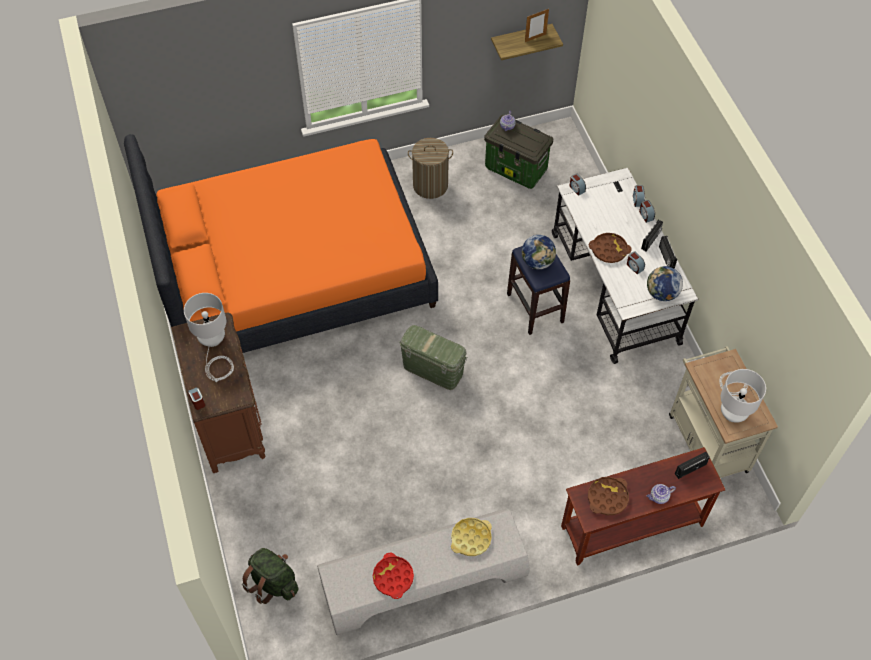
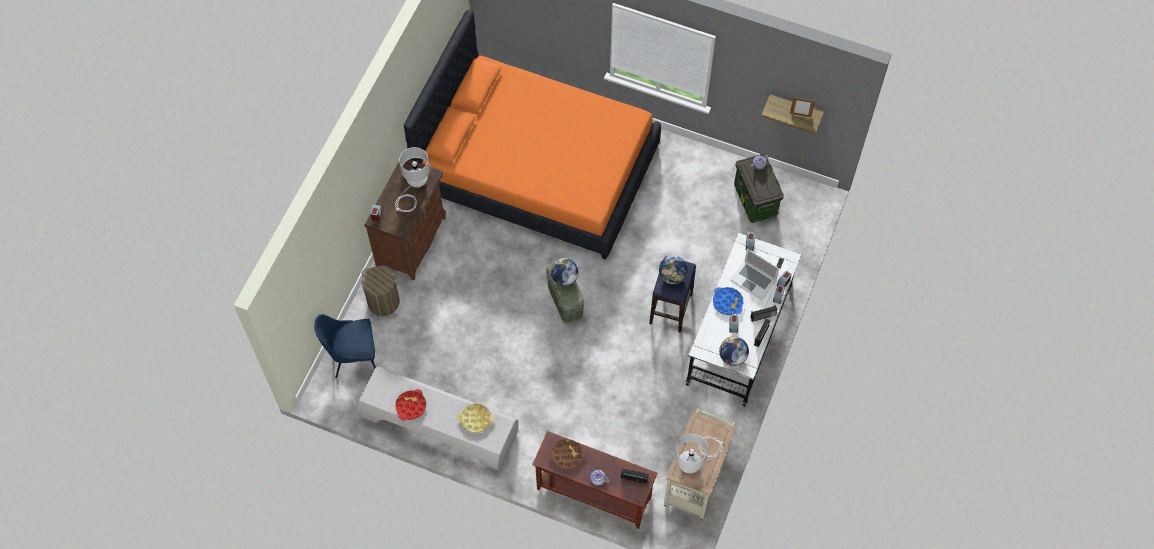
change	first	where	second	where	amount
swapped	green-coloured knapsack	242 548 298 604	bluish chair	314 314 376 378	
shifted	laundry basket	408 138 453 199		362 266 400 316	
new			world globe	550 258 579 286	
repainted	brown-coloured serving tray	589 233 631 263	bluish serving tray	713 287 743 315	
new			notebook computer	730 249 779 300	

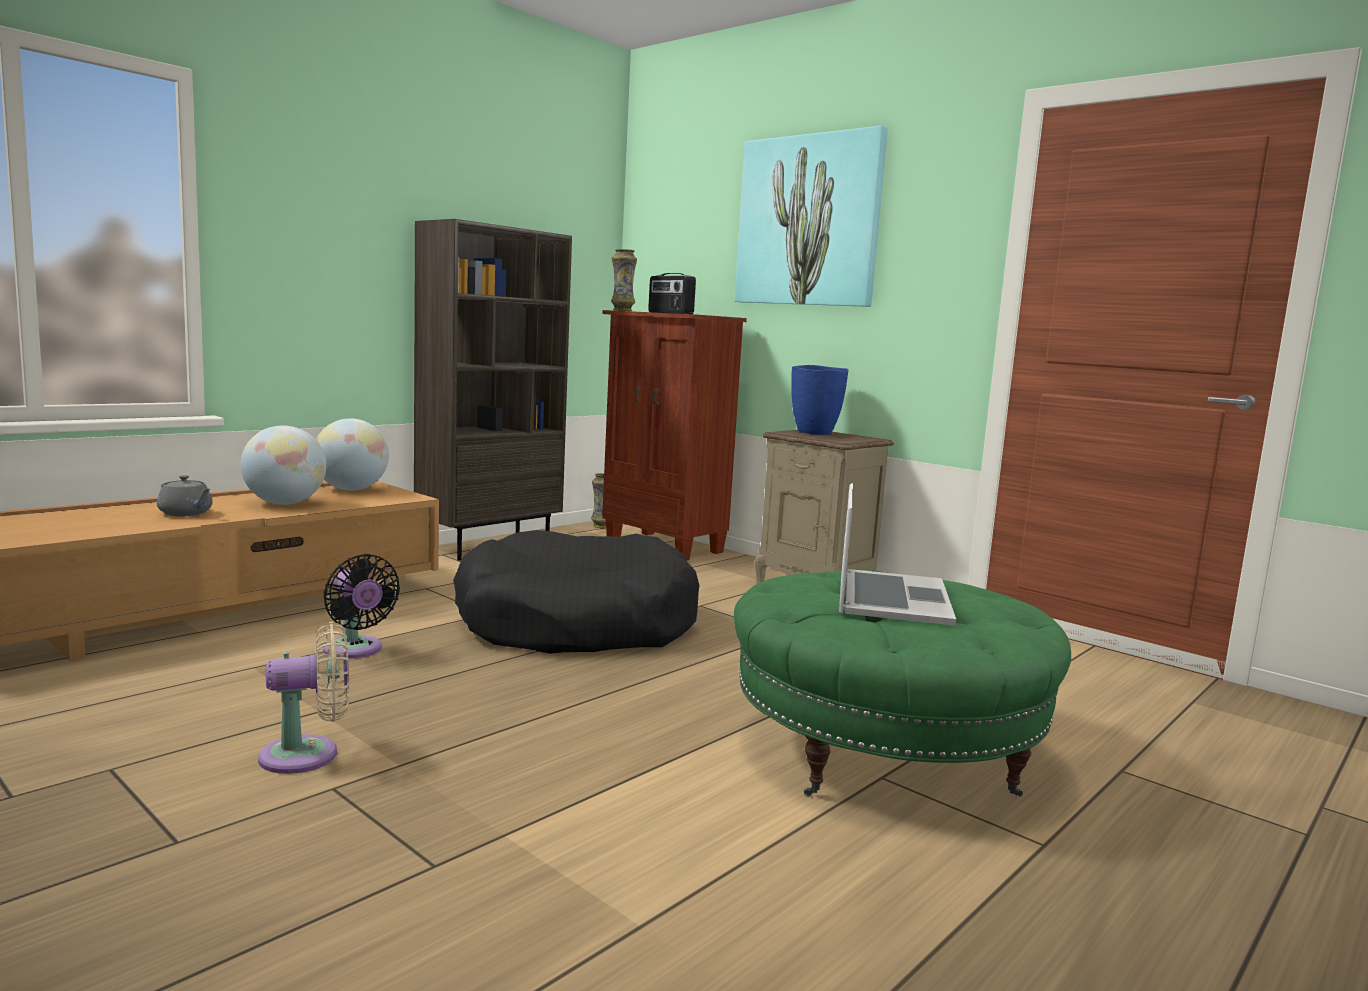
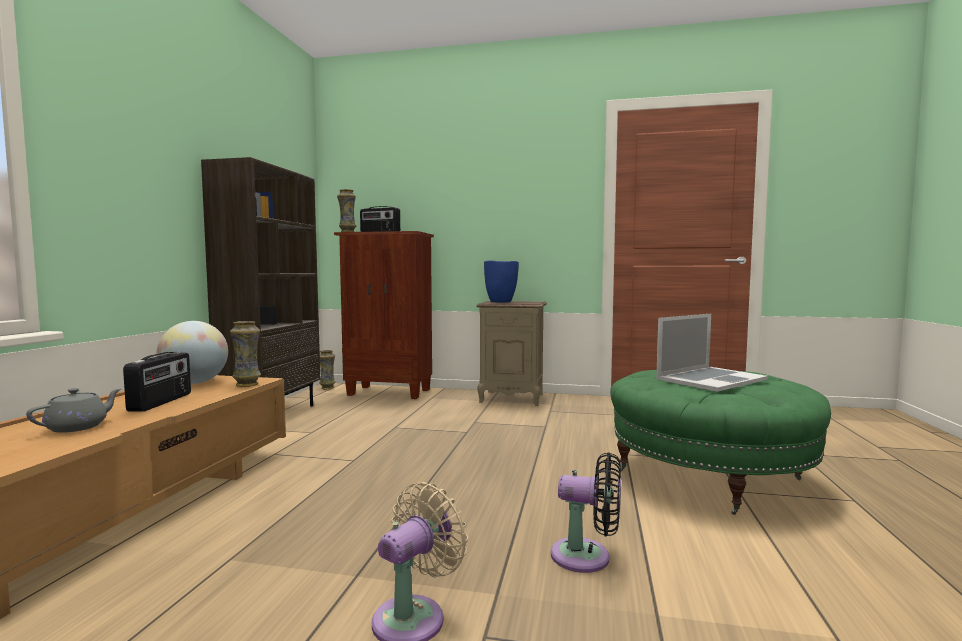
change	first	where	second	where	amount
rotated	greyish pot for tea	157 475 213 516		26 388 122 433	60 degrees counterclockwise
swapped	world globe	241 426 326 505	radio set	123 351 191 412	
new			decorative vase	230 321 261 387	
shifted	black-coloured electric fan	323 554 400 659		551 452 621 573	
rotated	notebook computer	839 483 956 625		656 314 768 392	75 degrees clockwise
gone	black-coloured dog bed	453 530 699 654			
gone	wall art	734 126 888 307			

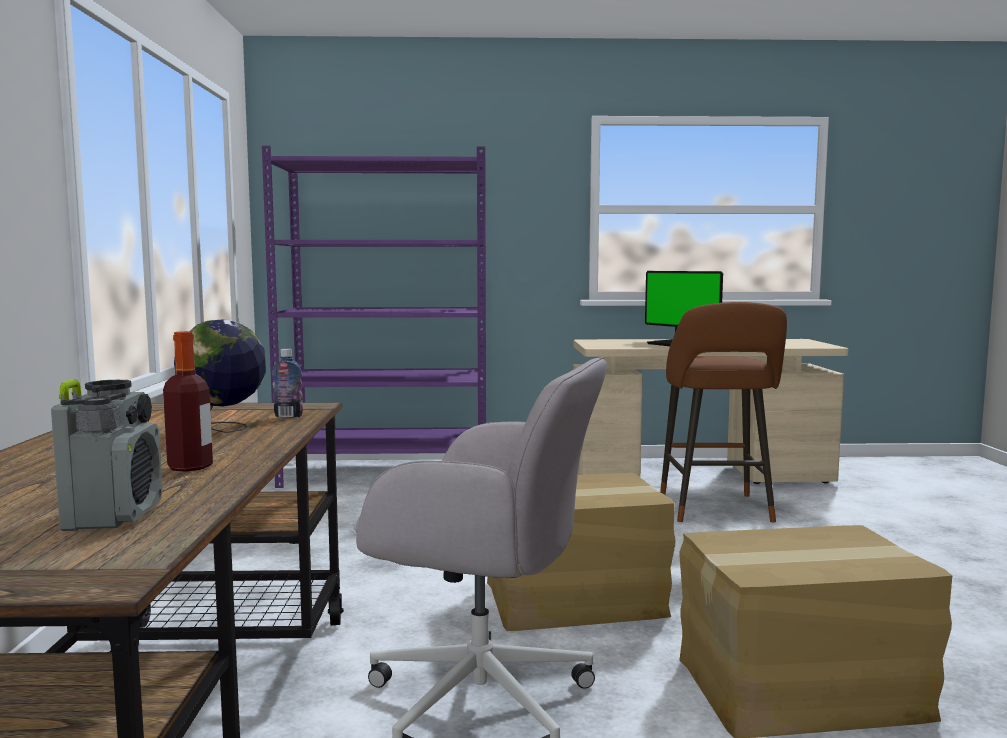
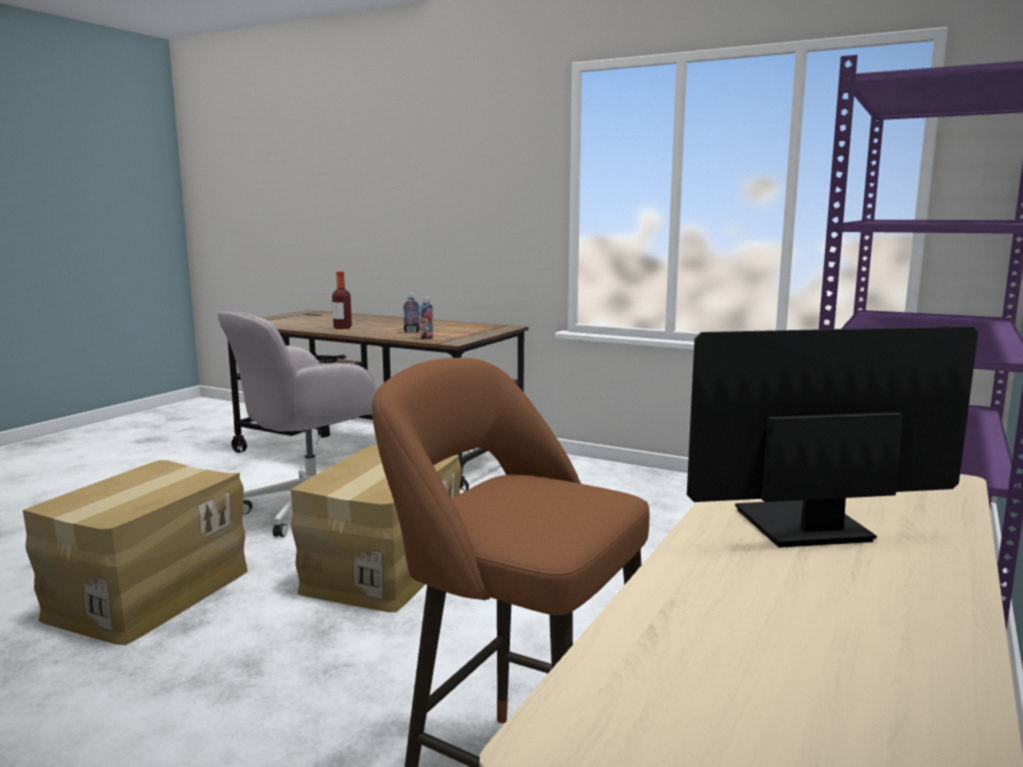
change	first	where	second	where	amount
swapped	world globe	174 319 266 433	beverage bottle	403 293 420 333	
gone	radio set	51 379 163 531			

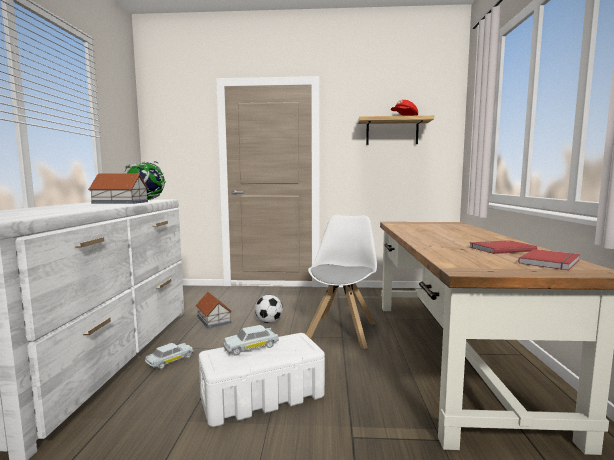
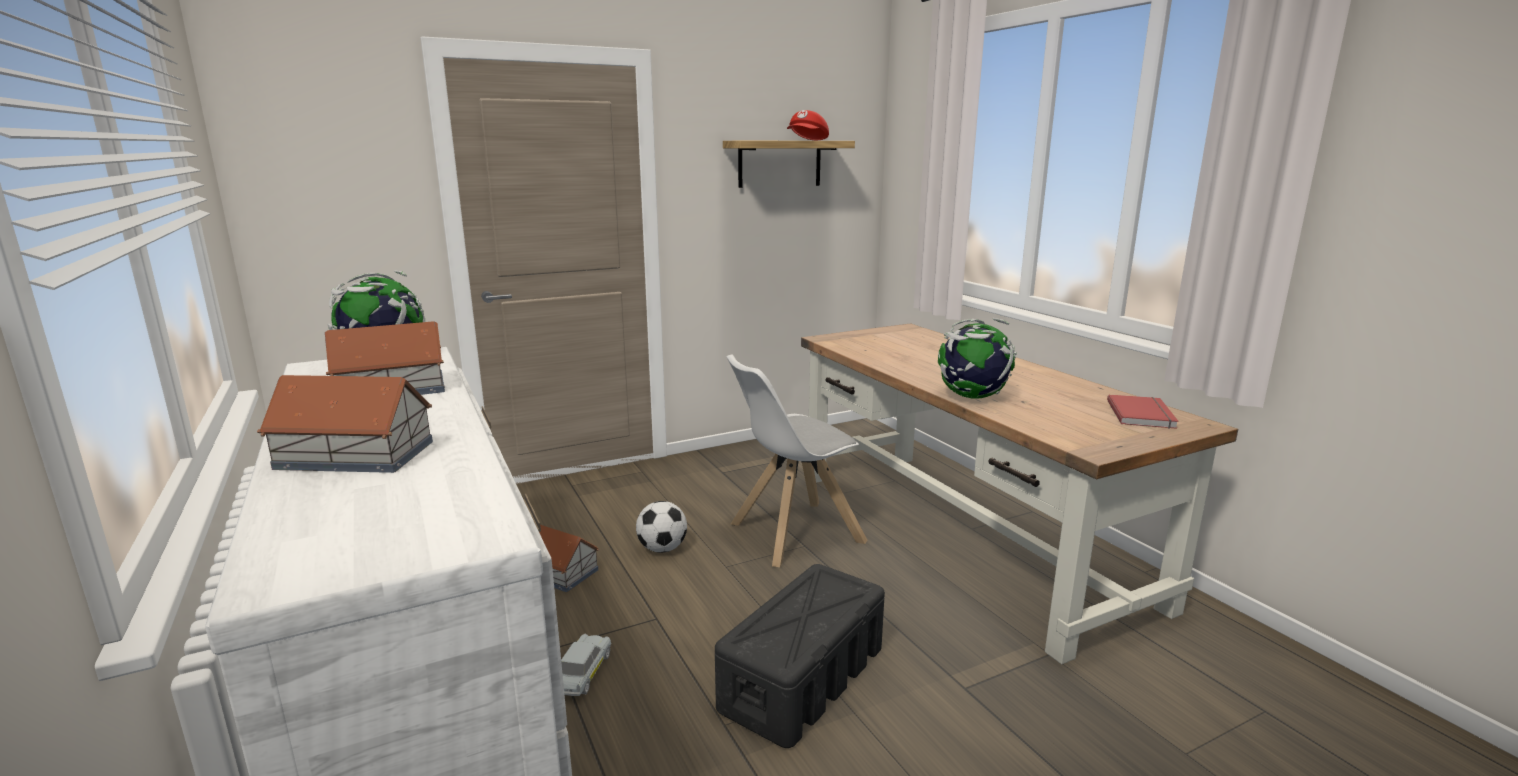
change	first	where	second	where	amount
new			miniature house	257 375 433 473	
repainted	white storage box	199 333 325 427	black-coloured storage box	715 564 885 748	
rotated	chair	306 215 377 349		726 355 868 567	105 degrees counterclockwise
new			world globe	938 318 1017 399	
gone	white model car	223 325 279 356			
gone	red-coloured volume	469 240 537 254			

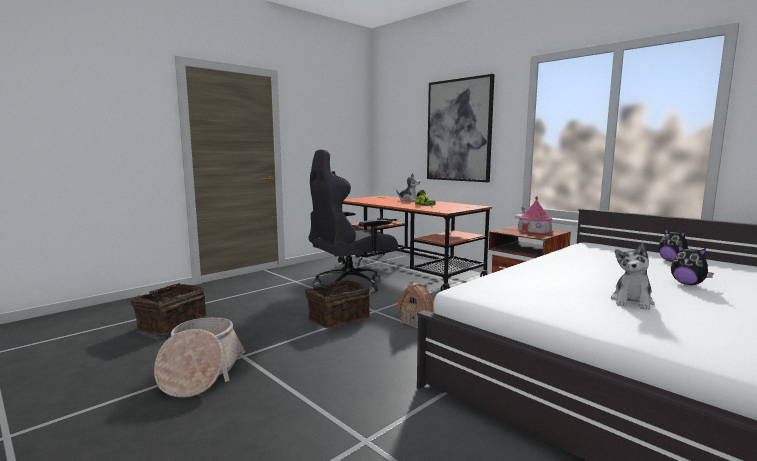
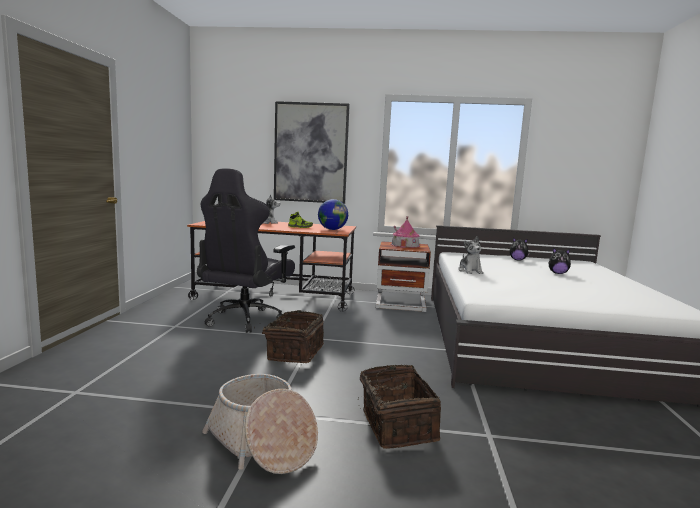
change	first	where	second	where	amount
new			world globe	318 199 348 230	
shifted	household basket	130 283 207 335		357 365 441 449	
shifted	soft toy	611 244 655 310		458 236 484 274	
gone	miniature house	397 281 434 326			

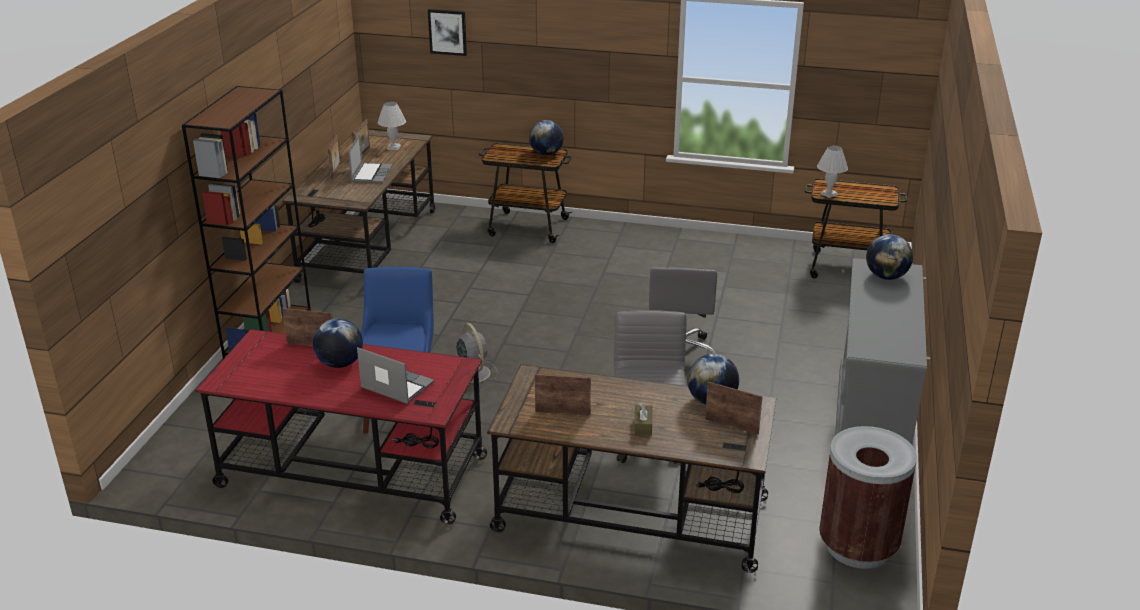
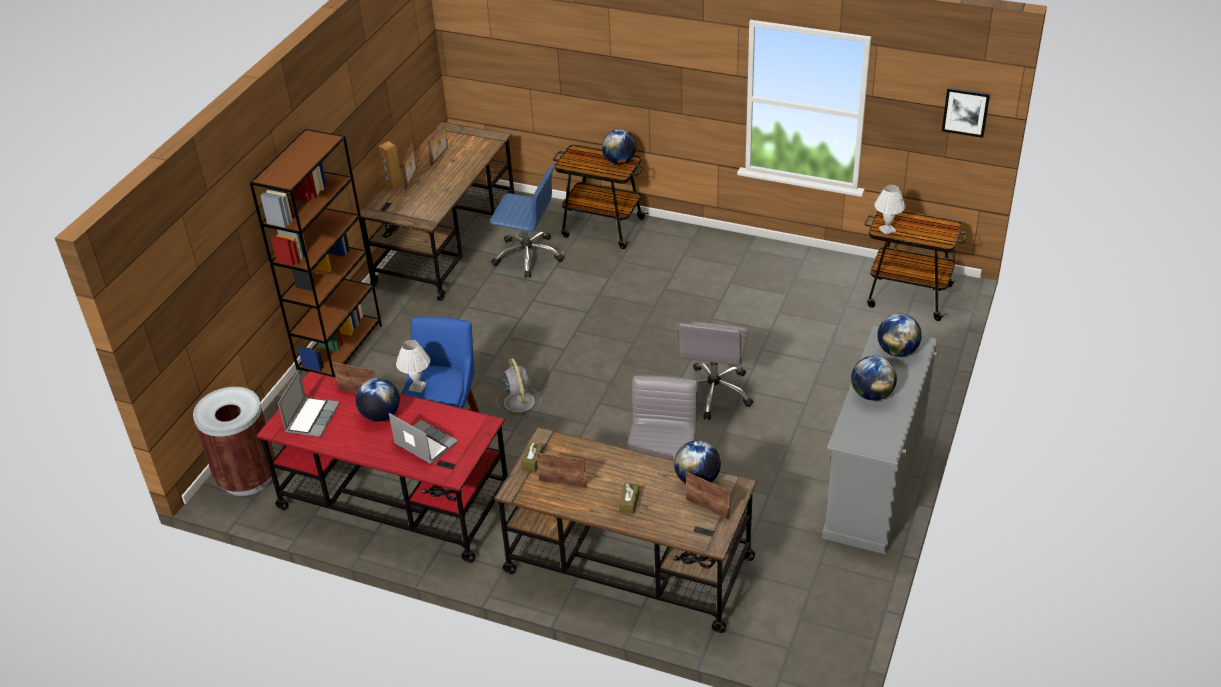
change	first	where	second	where	amount
shifted	brown-coloured waste bin	819 426 917 569		193 387 276 496	
shifted	notebook computer	348 134 392 183		278 370 340 437	
new			brown-coloured loudspeaker	379 141 403 191	
shifted	white tabletop lamp	378 102 406 150		396 340 430 393	
new			bluish office chair	490 166 564 278	
new			brown-coloured tissue box	521 443 543 472	
new			world globe	851 356 897 401	
shifted	wall art	428 9 467 56		942 87 990 138	

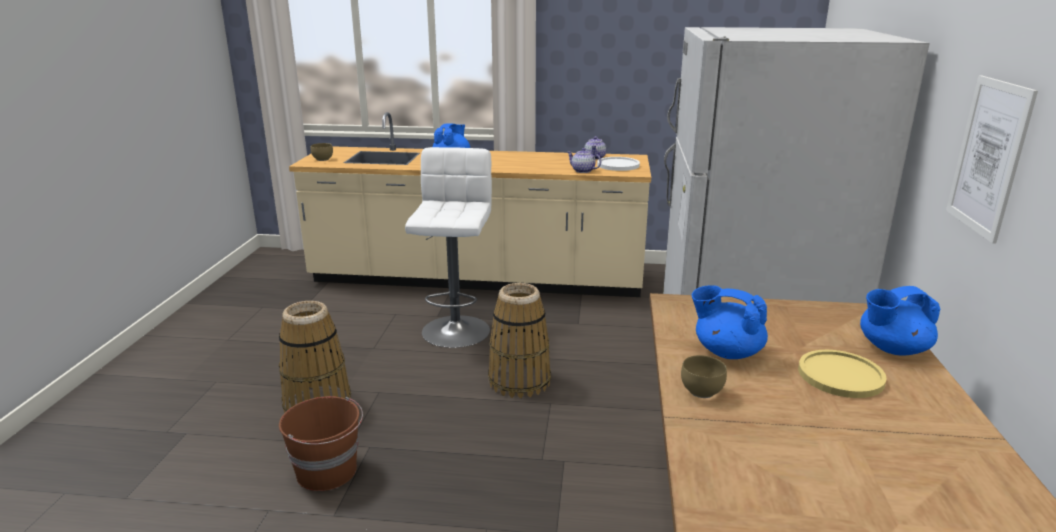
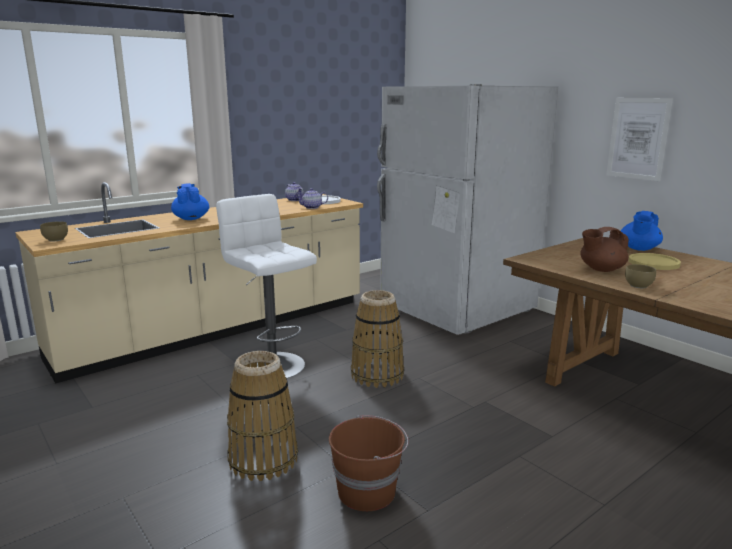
change	first	where	second	where	amount
repainted	bluish pot for tea	692 285 768 359	brown-coloured pot for tea	580 227 629 272	

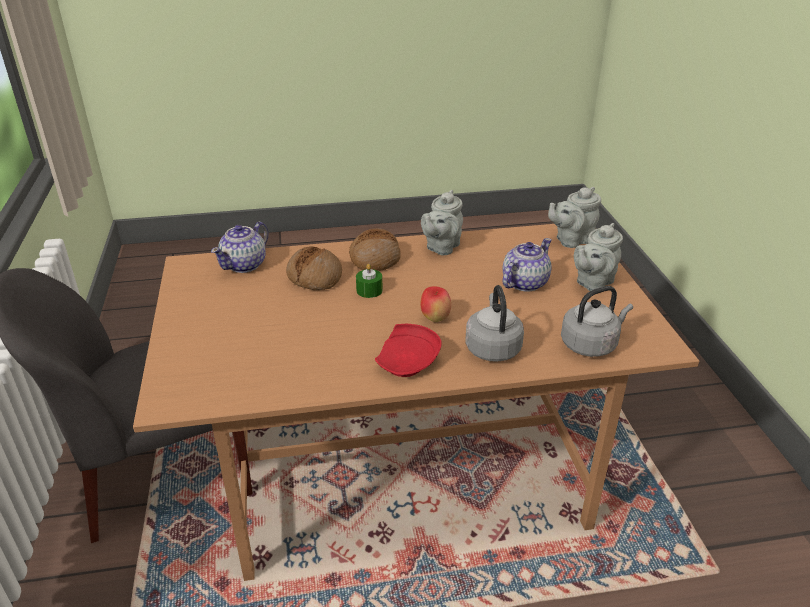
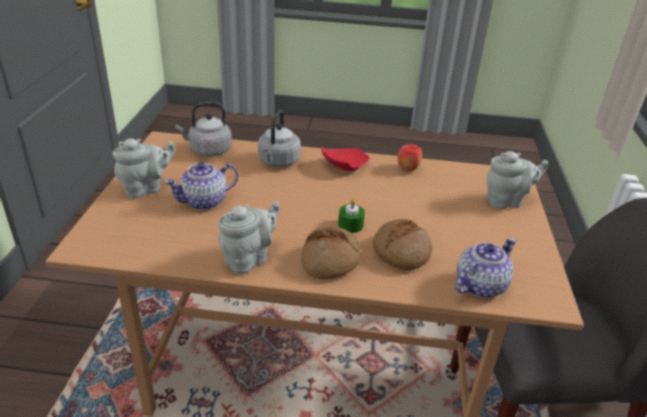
change	first	where	second	where	amount
shifted	whole apple	420 286 451 322		397 144 422 171	
shifted	greyish pot for tea	548 187 601 248		487 151 548 209	

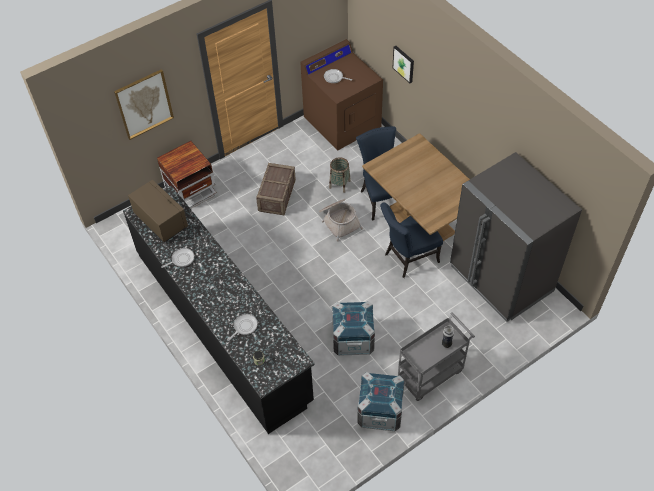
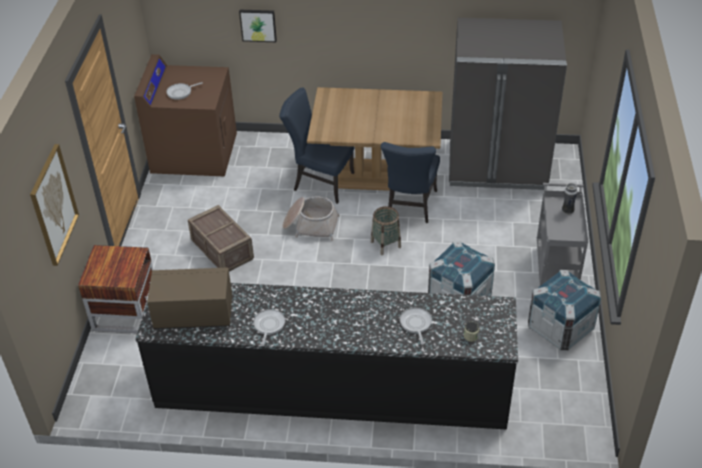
change	first	where	second	where	amount
shifted	household basket	329 157 351 193		371 206 401 255	

